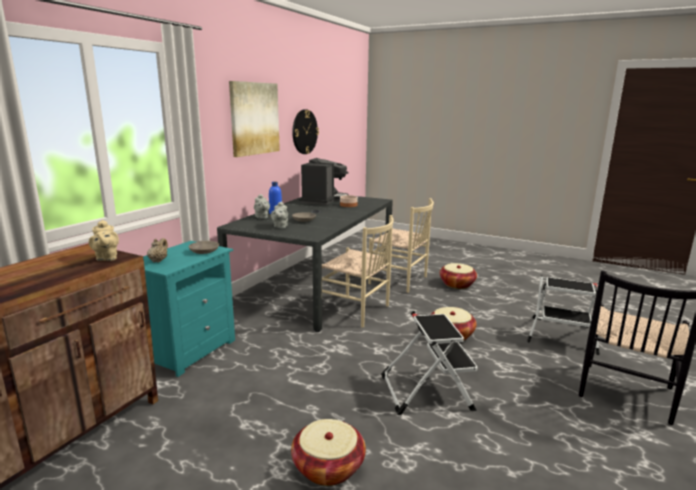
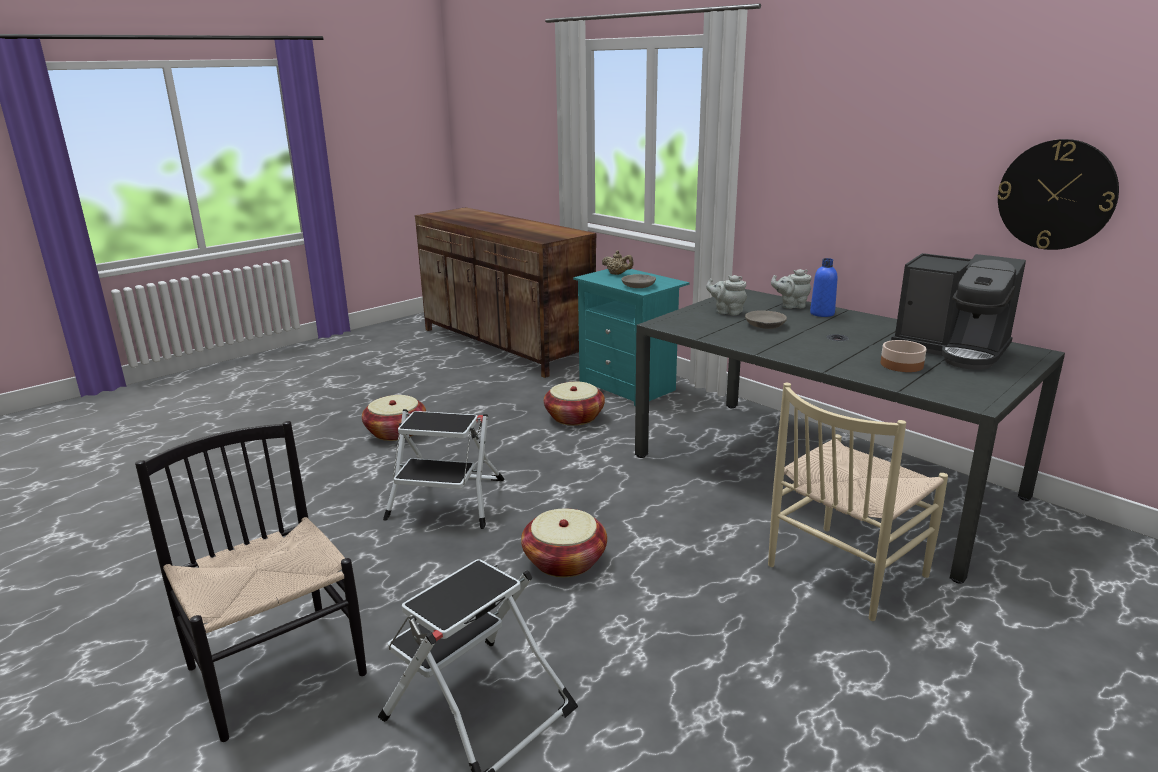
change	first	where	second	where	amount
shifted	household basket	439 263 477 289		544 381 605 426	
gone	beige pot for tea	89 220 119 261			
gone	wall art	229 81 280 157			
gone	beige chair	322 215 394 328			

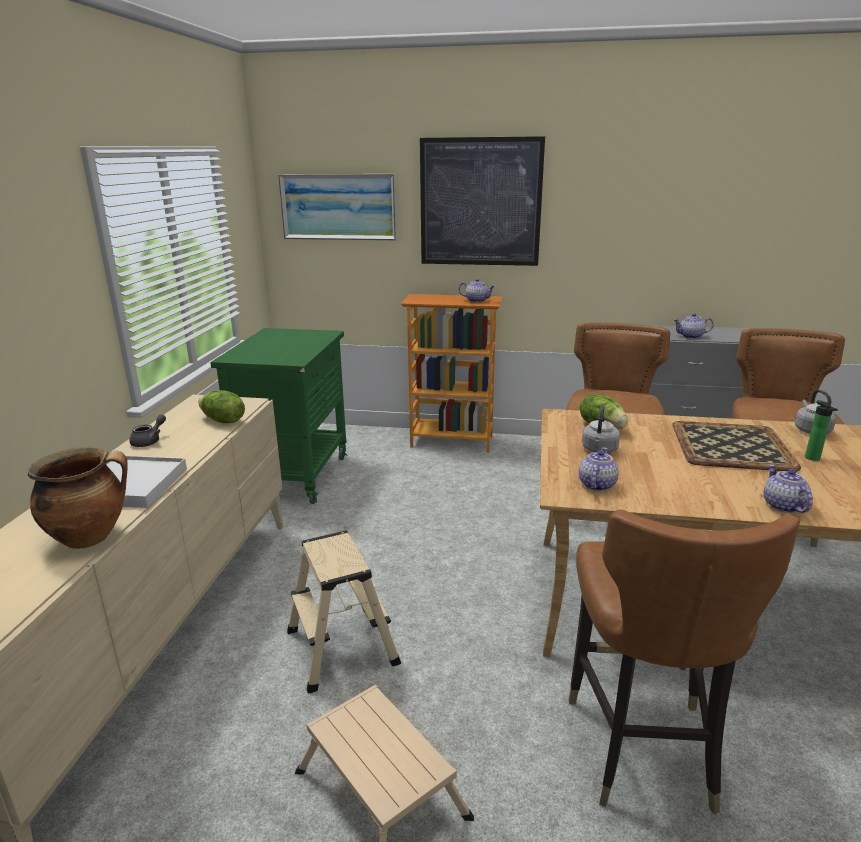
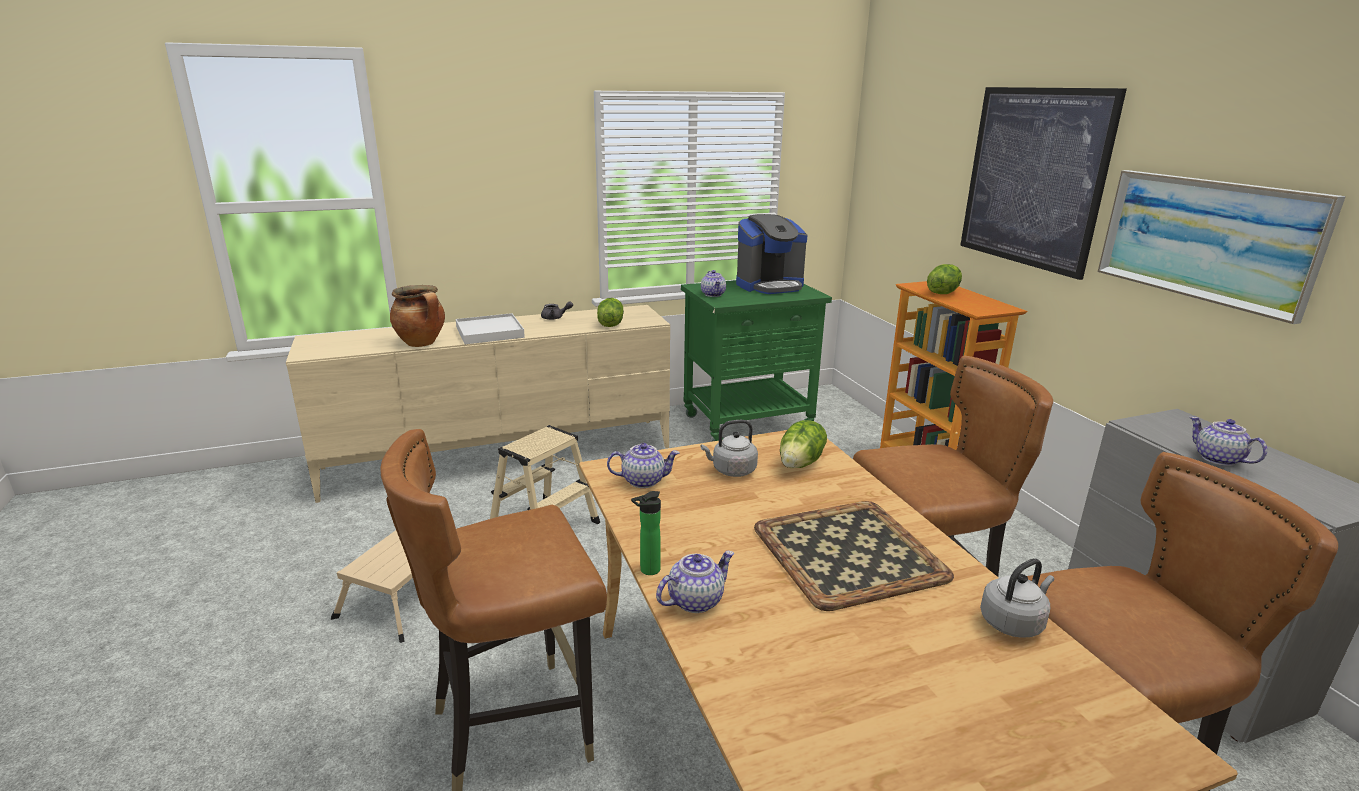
change	first	where	second	where	amount
shifted	beverage bottle	805 401 838 461		631 491 661 575	
shifted	pot for tea	459 279 496 303		701 270 726 297	
new			coffee machine	736 214 807 294	
new			lettuce head	927 264 962 294	
shifted	wall art	278 174 397 240		1098 170 1346 324	

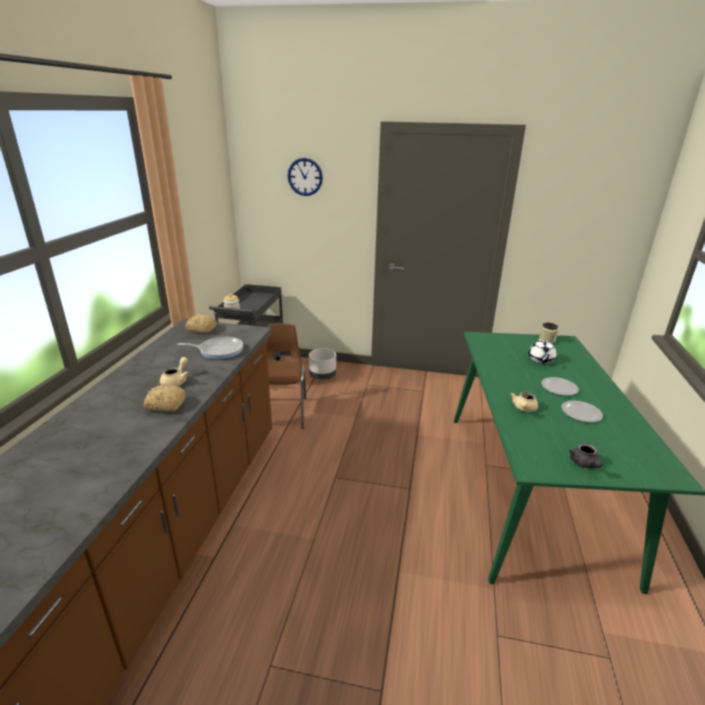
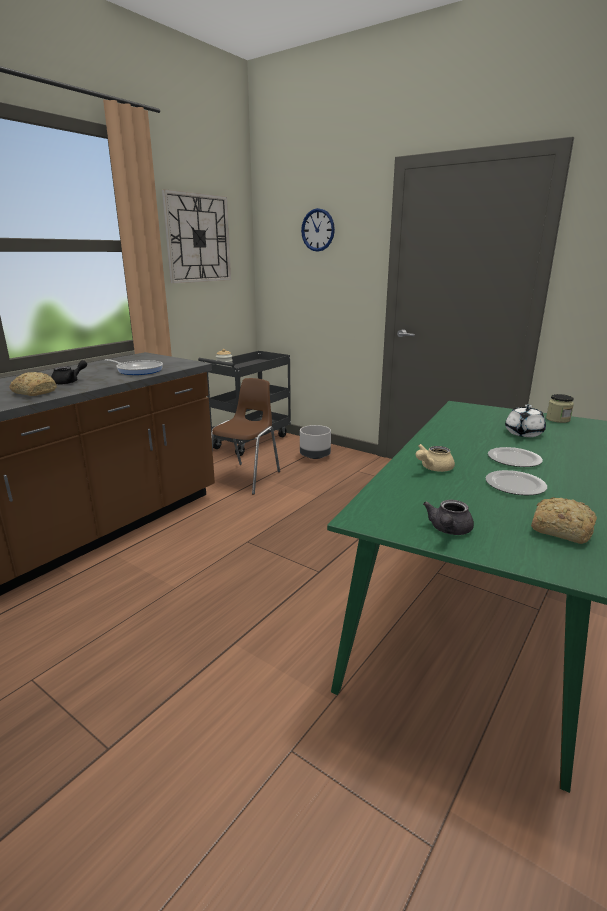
change	first	where	second	where	amount
repainted	beige pot for tea	160 357 189 386	black-coloured pot for tea	51 360 87 385	
new			clock on the wall	162 189 231 283	
shifted	bread	185 314 217 333		531 497 597 544	

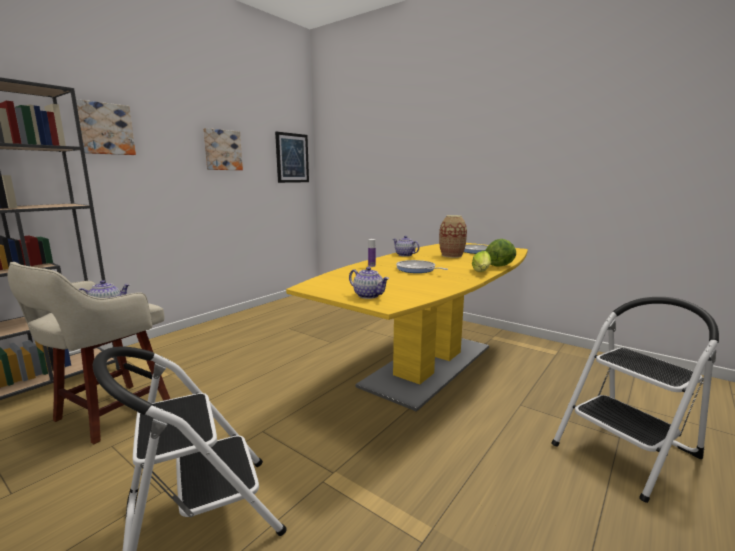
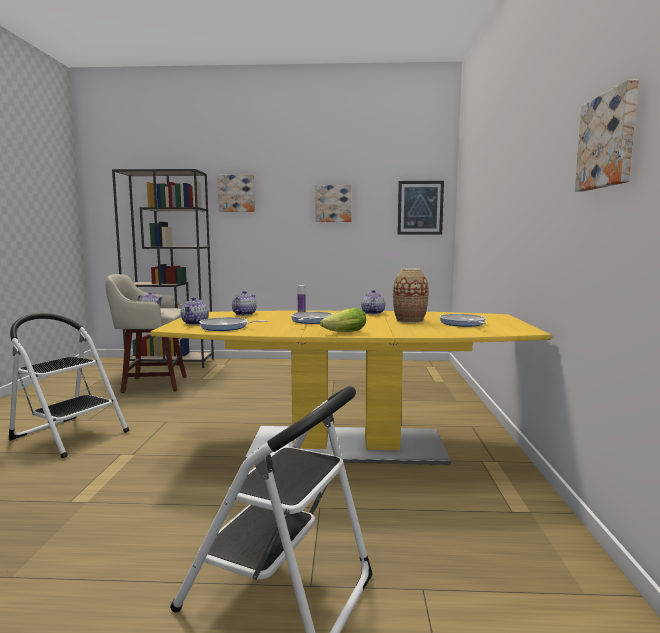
change	first	where	second	where	amount
new			skillet	199 317 268 331	
new			pot for tea	232 291 257 316	
new			wall art	575 80 639 191	
gone	lettuce head	485 239 516 267			

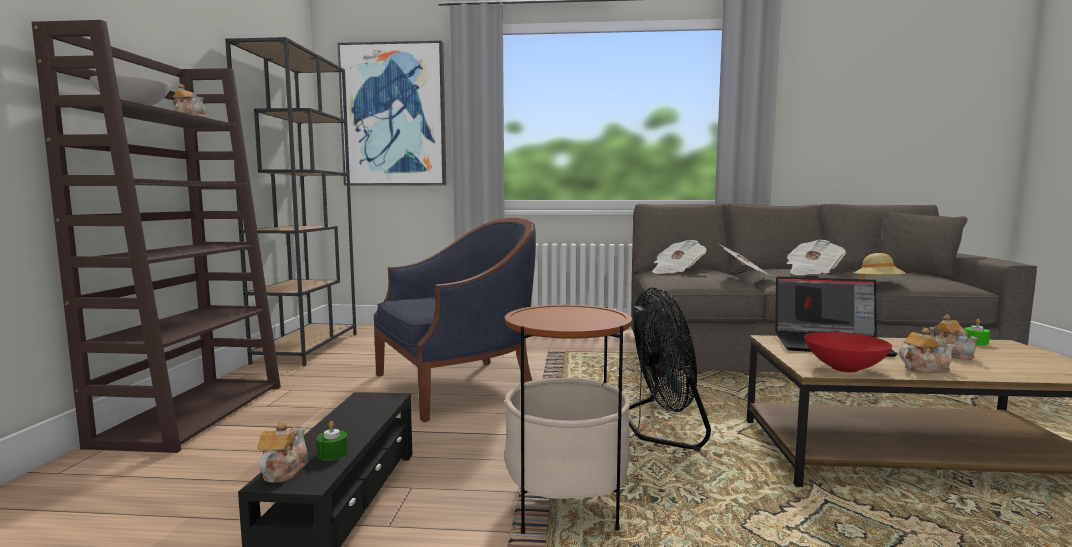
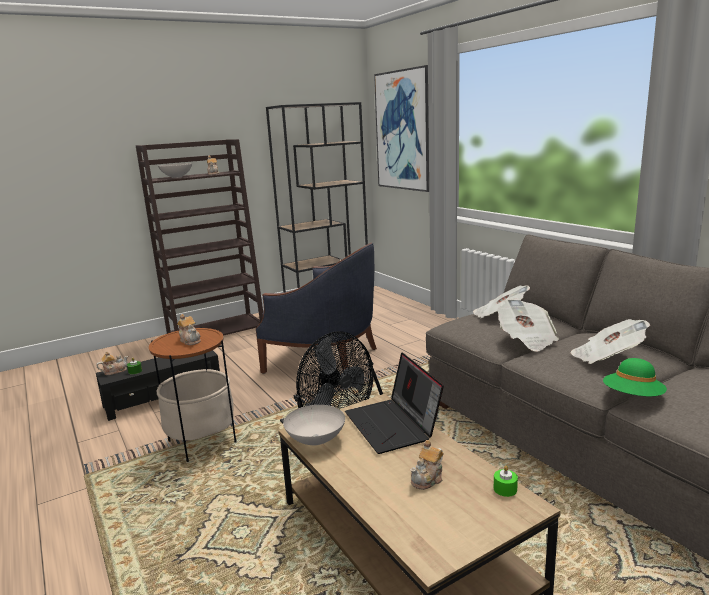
change	first	where	second	where	amount
shifted	pot for tea	899 328 955 373		177 314 201 345	
repainted	red-coloured serving bowl	804 332 892 373	white serving bowl	283 405 345 446	
repainted	beige hat	854 253 907 279	green-coloured hat	603 358 667 396	

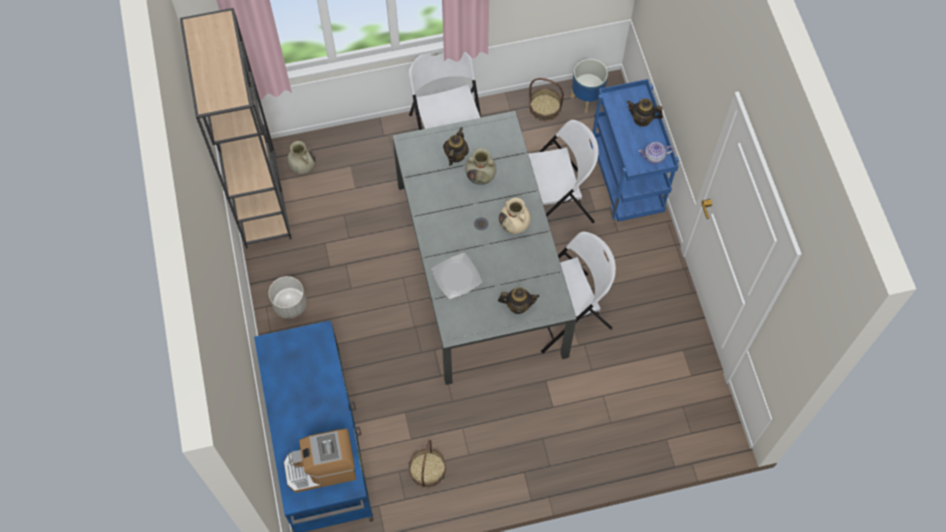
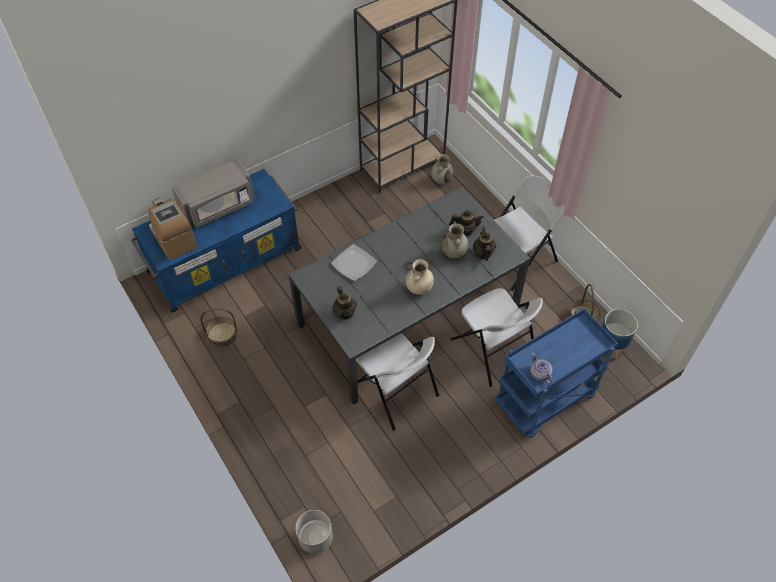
change	first	where	second	where	amount
new			greyish microwave oven	172 158 254 228	
shifted	greyish planter	269 276 307 319		296 510 333 554	
shifted	pot for tea	627 99 663 127		473 227 497 261	

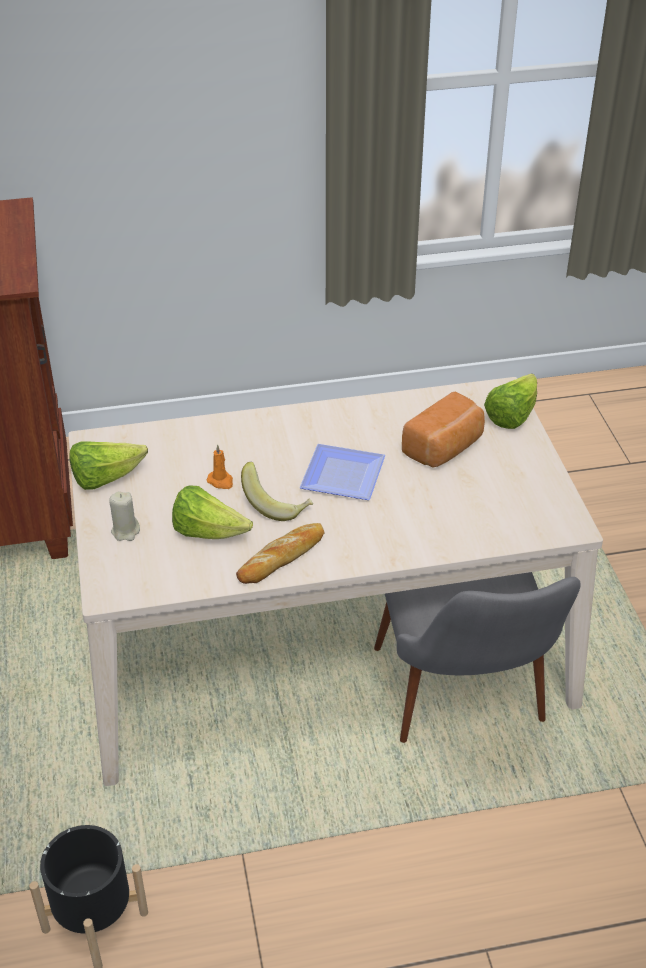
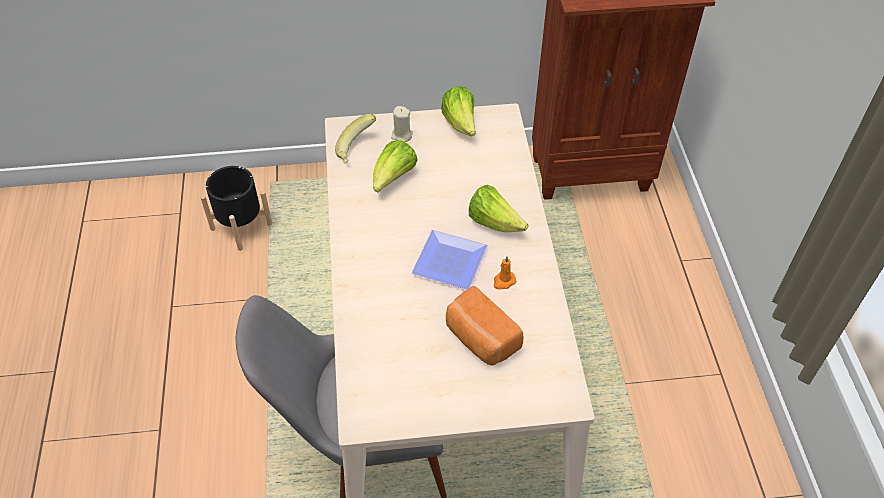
change	first	where	second	where	amount
shifted	whole banana	241 462 313 521		335 114 376 163	
shifted	lettuce head	484 373 537 429		469 185 529 232	
shifted	orange-coloured candle	207 445 233 489		494 256 516 289	
gone	bread	236 523 325 584			

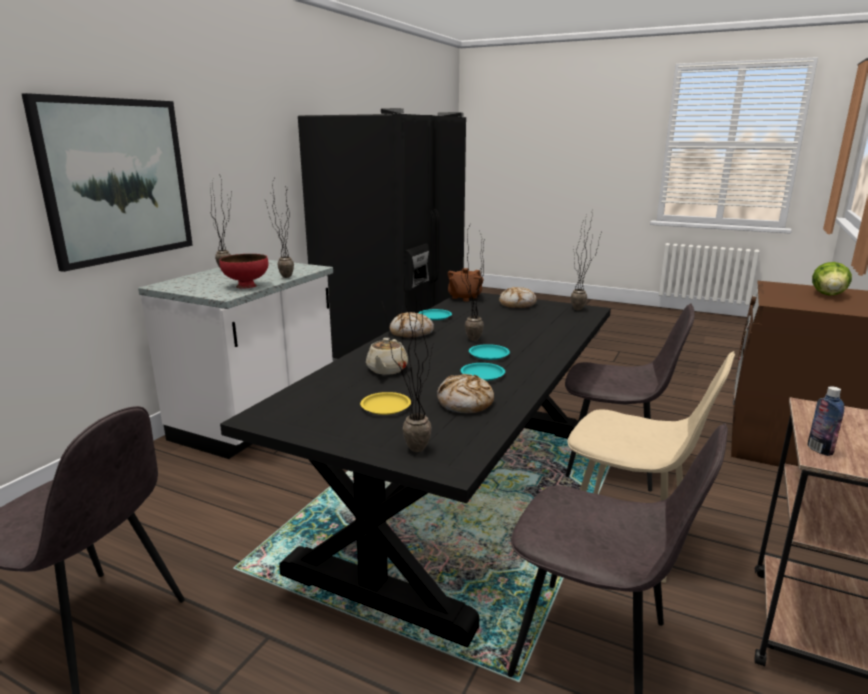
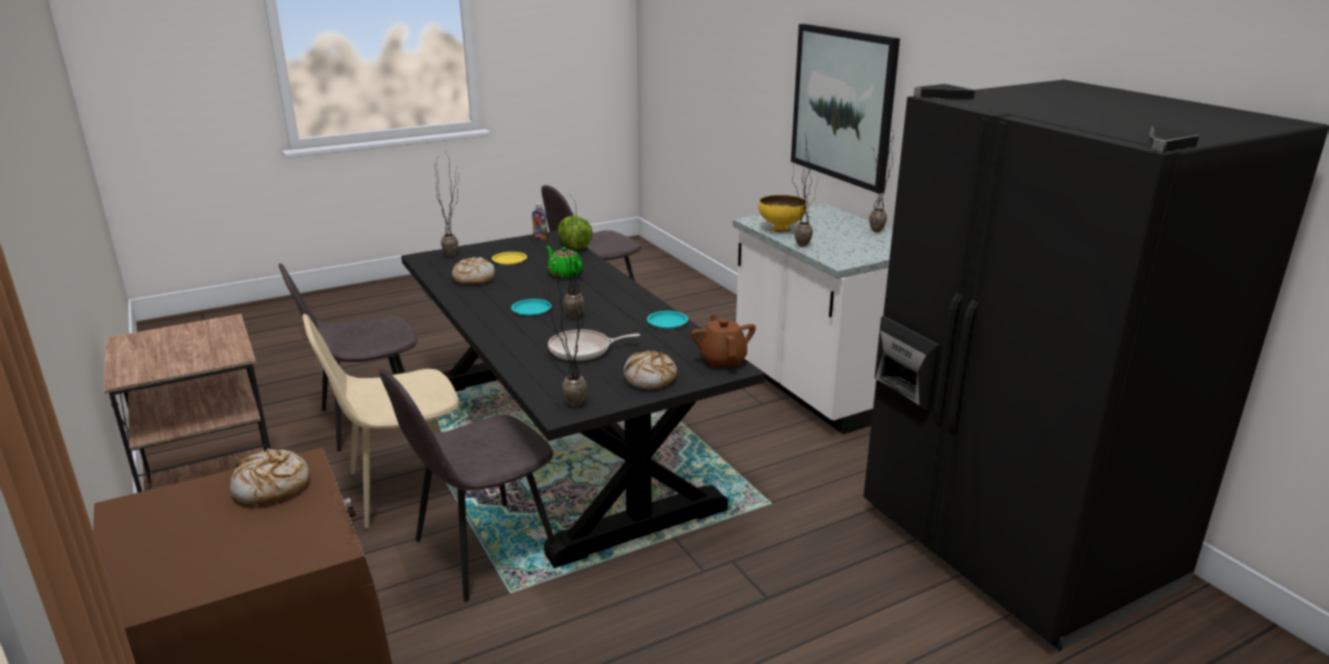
change	first	where	second	where	amount
shifted	bread	390 312 434 338		230 449 309 505	
shifted	beverage bottle	807 386 844 456		532 203 548 240	
repainted	beige pot for tea	366 338 408 375	green-coloured pot for tea	546 246 583 278	
new			skillet	548 329 640 361	
shifted	lettuce head	812 262 852 295		558 216 593 249	
repainted	red-coloured serving bowl	219 254 269 288	yellow serving bowl	759 195 807 232	
gone	turquoise plate	461 363 505 381			

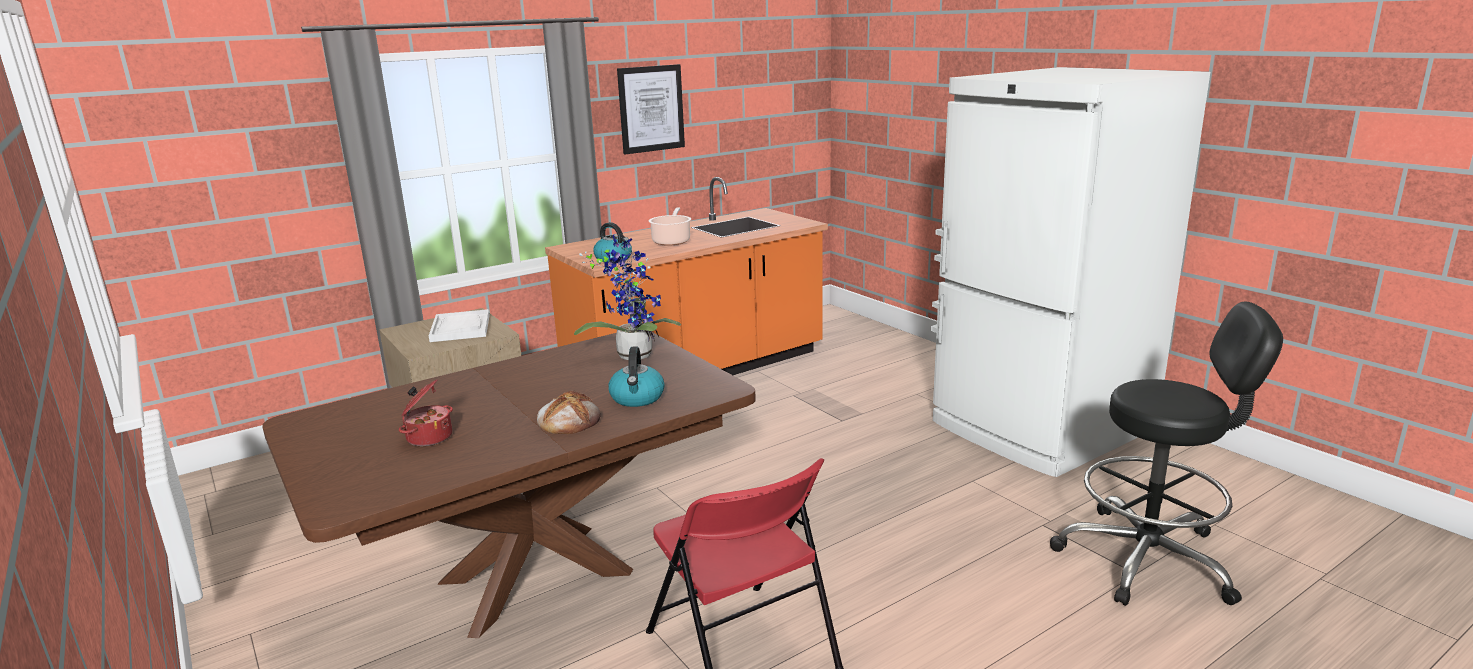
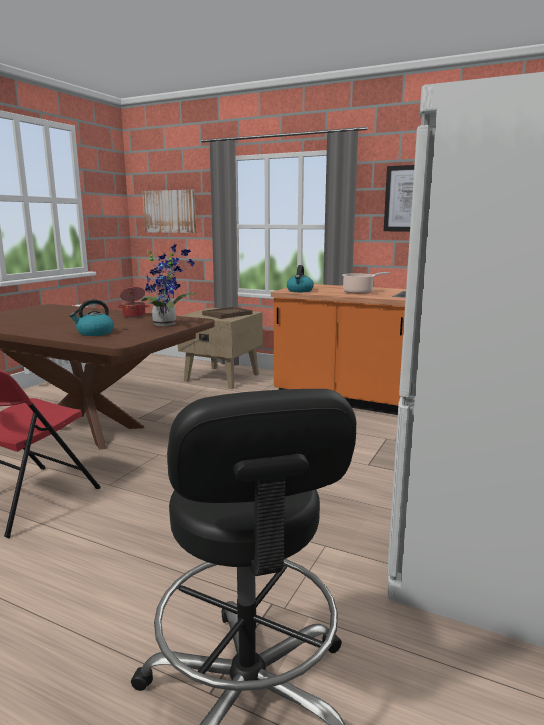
change	first	where	second	where	amount
shifted	cooking pot	399 379 453 446		118 287 150 318	
new			wall art	142 190 196 233	
repainted	white serving tray	429 309 490 342	brown-coloured serving tray	202 307 253 319	
gone	bread	537 390 601 434			

